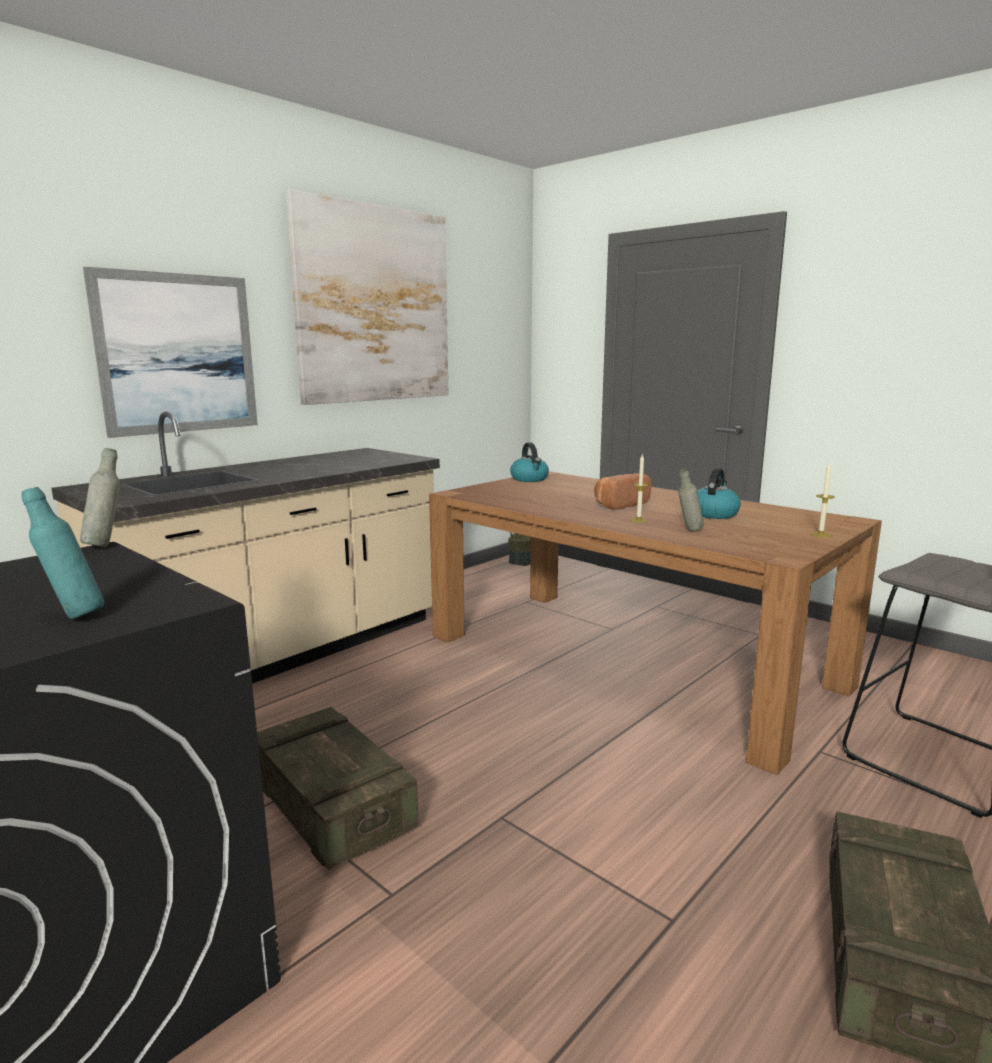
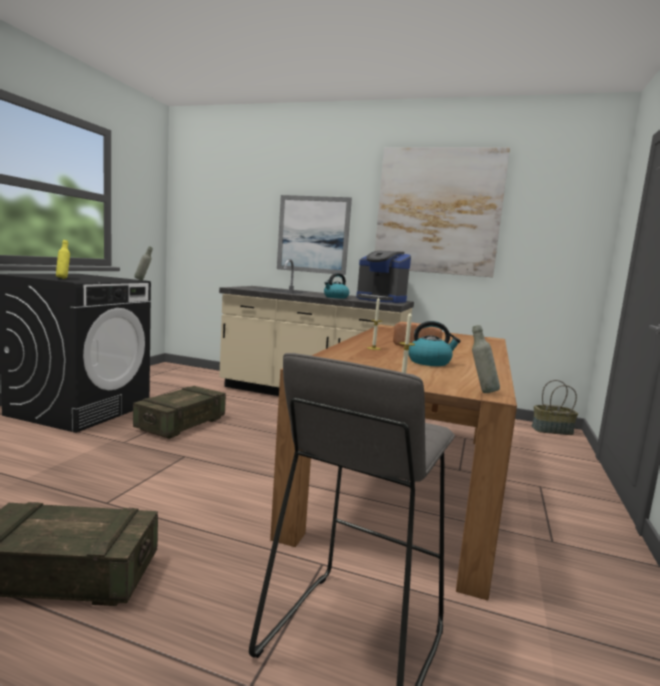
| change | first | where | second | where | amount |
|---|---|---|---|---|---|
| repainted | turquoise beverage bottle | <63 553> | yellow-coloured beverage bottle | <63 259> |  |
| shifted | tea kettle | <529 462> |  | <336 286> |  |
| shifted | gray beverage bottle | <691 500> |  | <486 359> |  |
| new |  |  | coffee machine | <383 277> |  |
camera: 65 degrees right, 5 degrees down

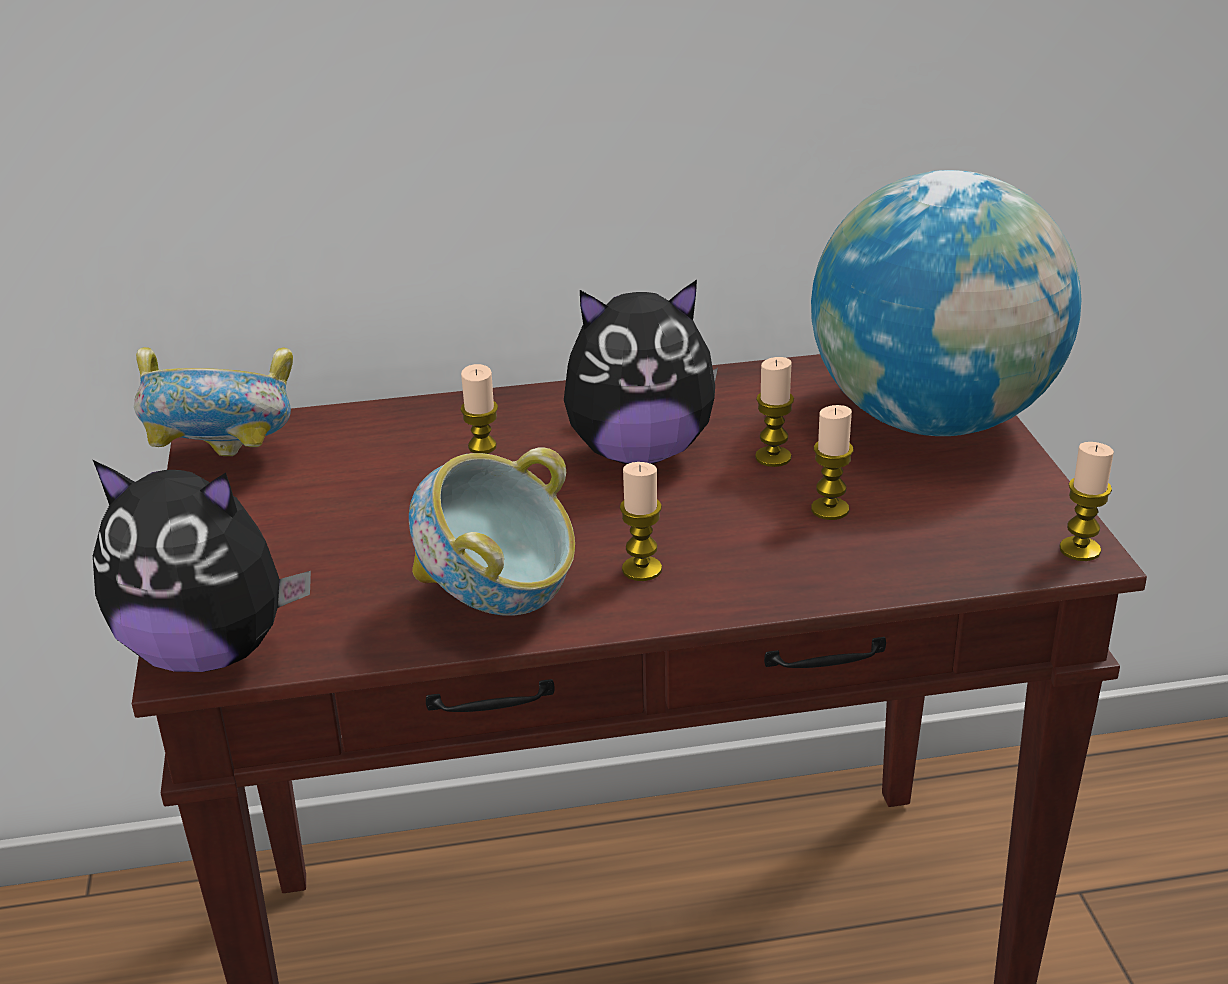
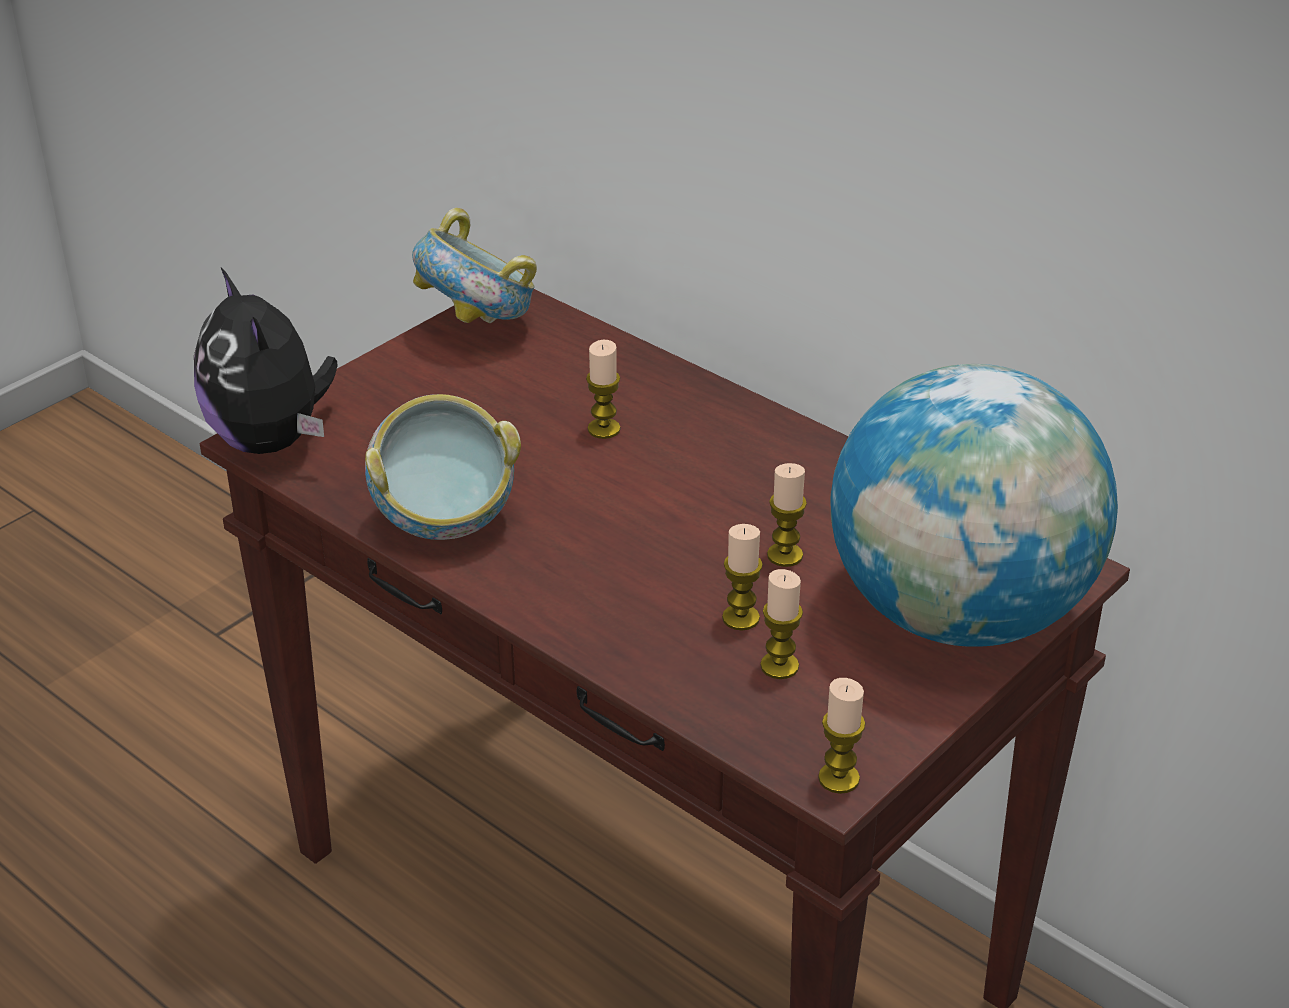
| change | first | where | second | where | amount |
|---|---|---|---|---|---|
| gone | plush toy | <641 372> |  |  |  |
| shifted | candle | <641 521> |  | <781 624> |  |
camera: 50 degrees right, 5 degrees up

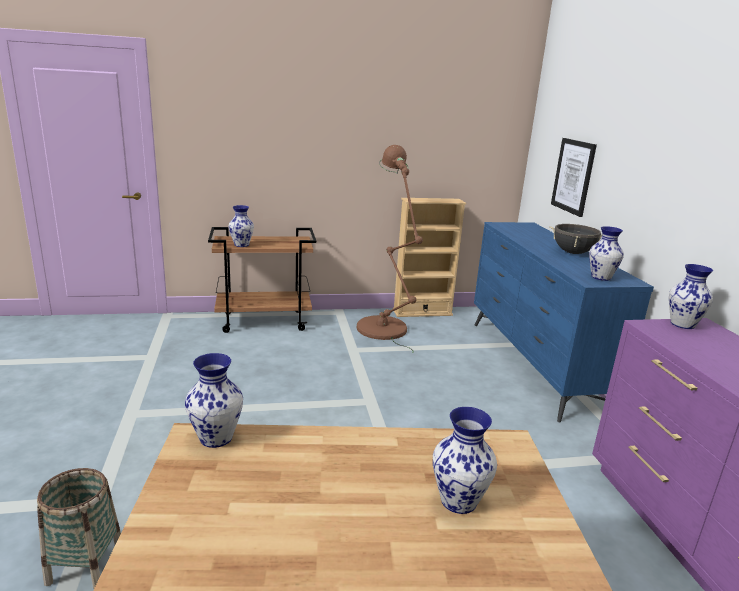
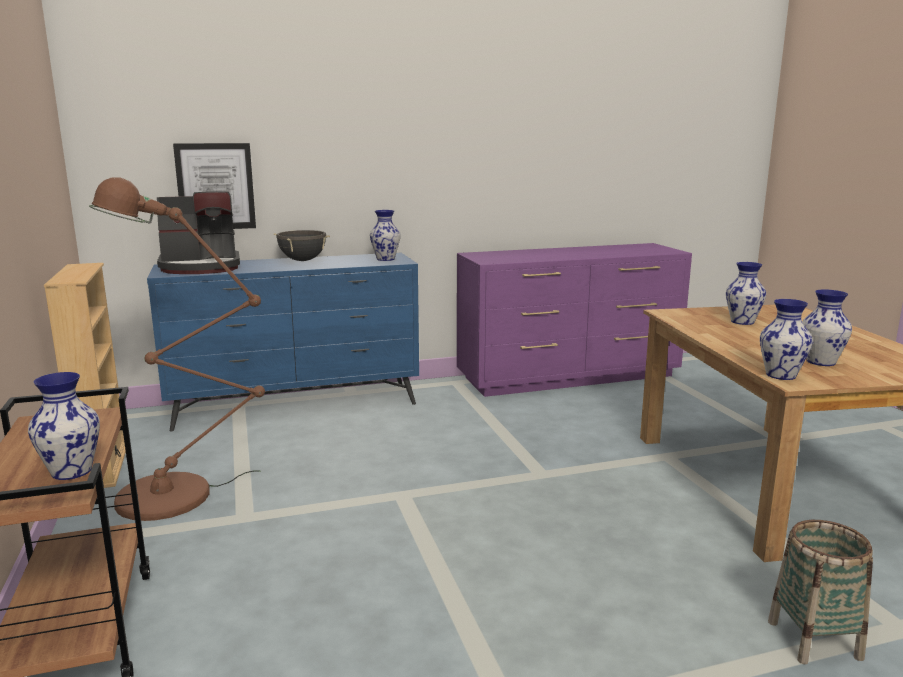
| change | first | where | second | where | amount |
|---|---|---|---|---|---|
| shifted | vase | <691 296> |  | <827 328> |  |
| new |  |  | coffee machine | <198 232> |  |
camera: 95 degrees left, 5 degrees down

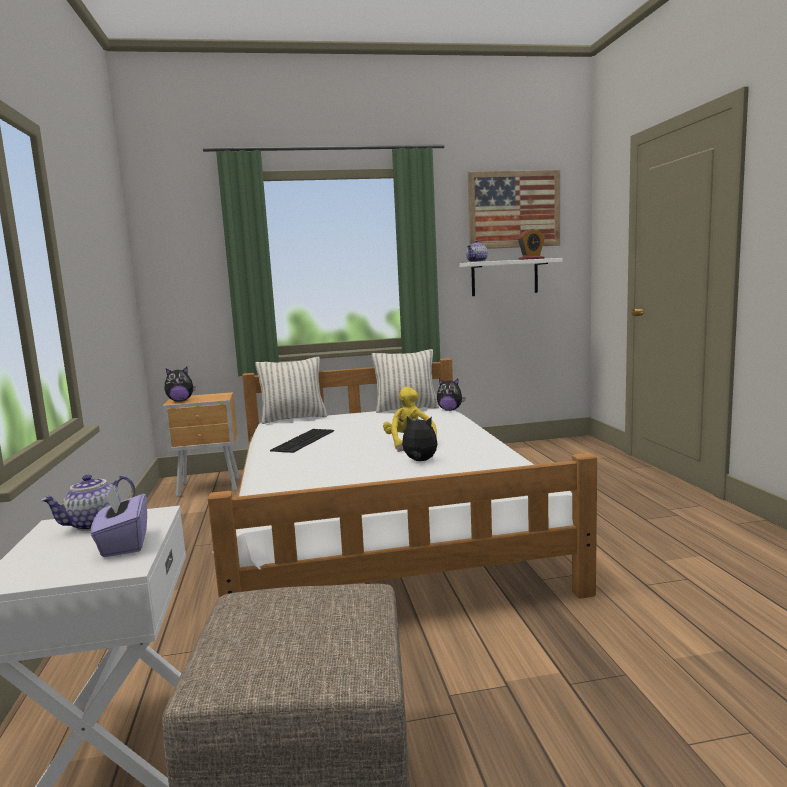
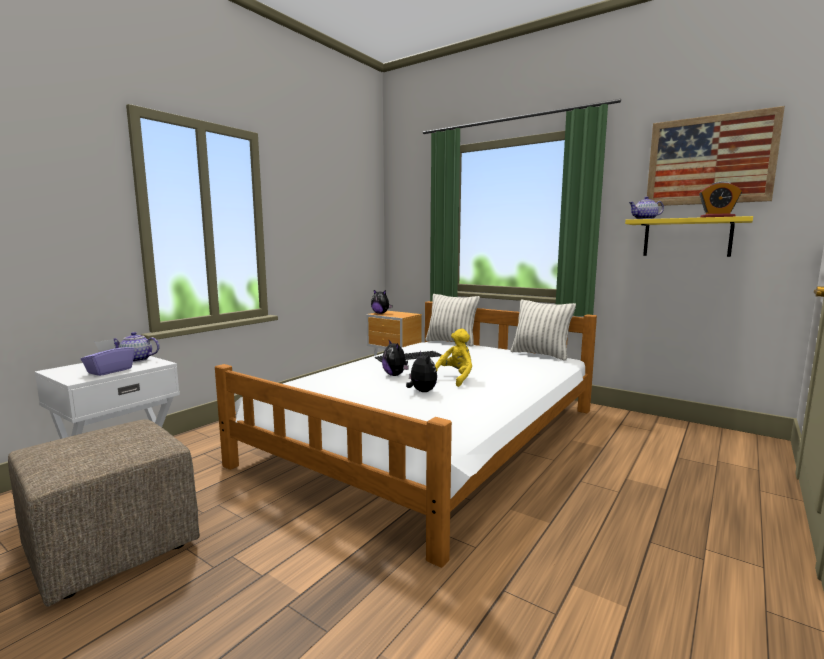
| change | first | where | second | where | amount |
|---|---|---|---|---|---|
| shifted | plush toy | <451 395> |  | <395 358> |  |
| repainted | whitish bracket shelf | <511 277> | yellow-coloured bracket shelf | <689 236> |  |
camera: 45 degrees right, 0 degrees up

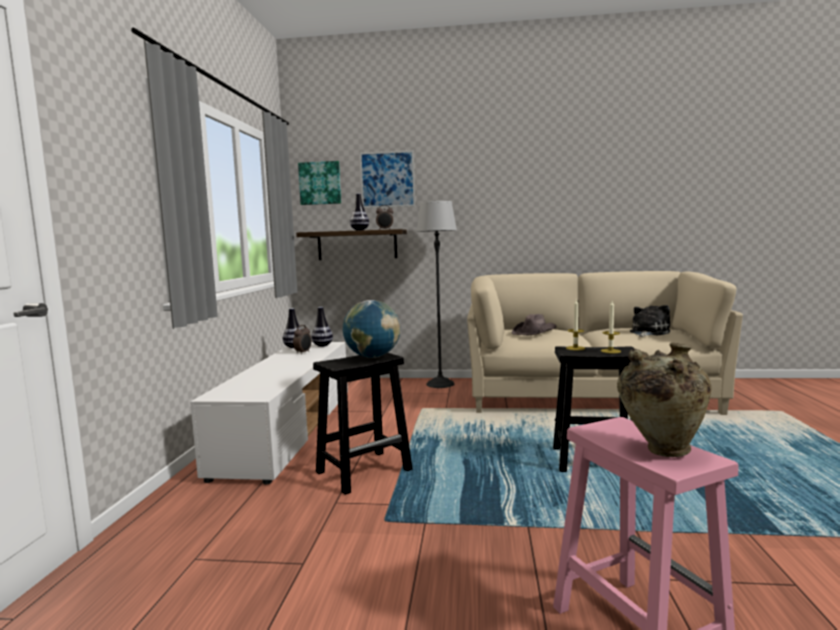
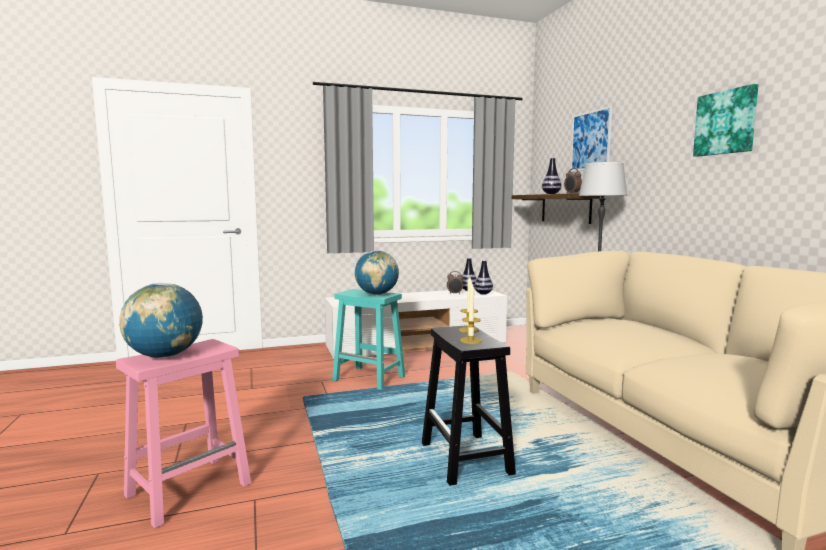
| change | first | where | second | where | amount |
|---|---|---|---|---|---|
| shifted | wall art | <319 183> |  | <725 120> |  |
| repainted | black-coloured sitting stool | <363 424> | turquoise sitting stool | <368 339> |  |
| gone | brown-coloured wearable hat | <534 324> |  |  |  |
| swapped | sand-coloured vase | <664 400> | globe | <161 320> |  |
| gone | plush toy | <650 321> |  |  |  |
camera: 65 degrees right, 0 degrees up

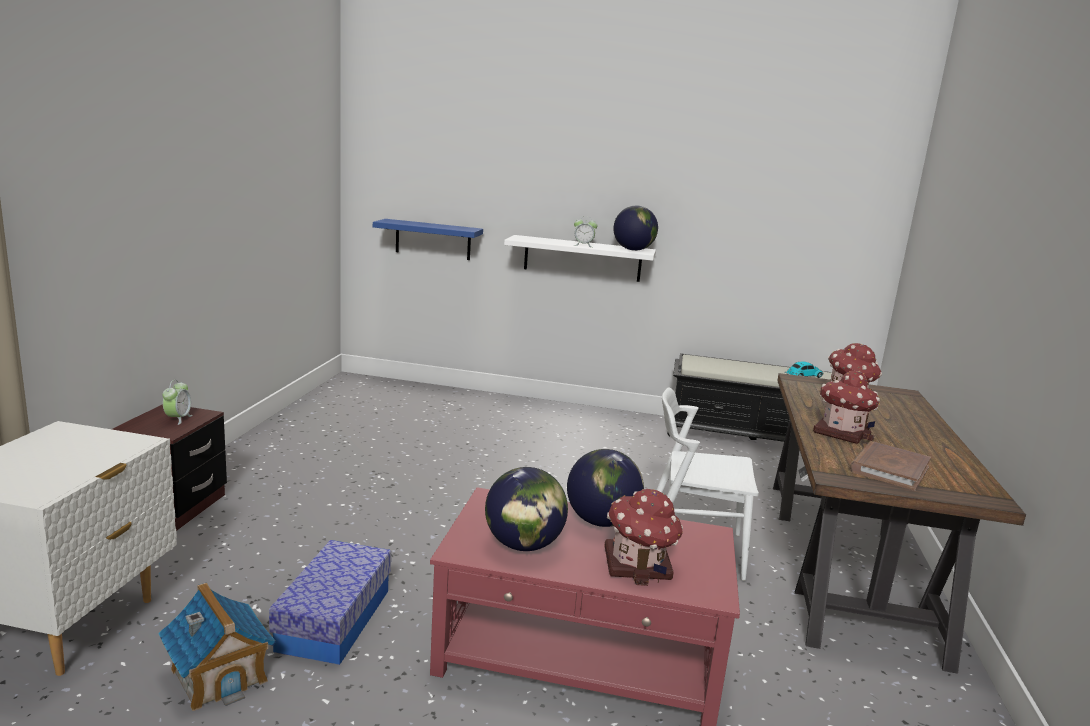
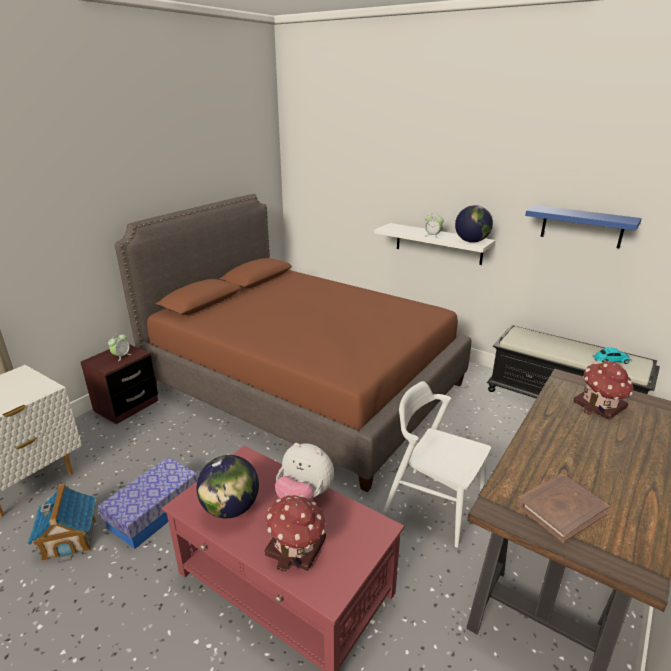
| change | first | where | second | where | amount |
|---|---|---|---|---|---|
| shifted | bluish bracket shelf | <428 239> |  | <583 226> |  |
| swapped | globe | <605 488> | plush toy | <304 472> |  |
| gone | model house | <846 407> |  |  |  |
| new |  |  | brown-coloured bedroom bed | <292 343> |  |
camera: 25 degrees right, 10 degrees up

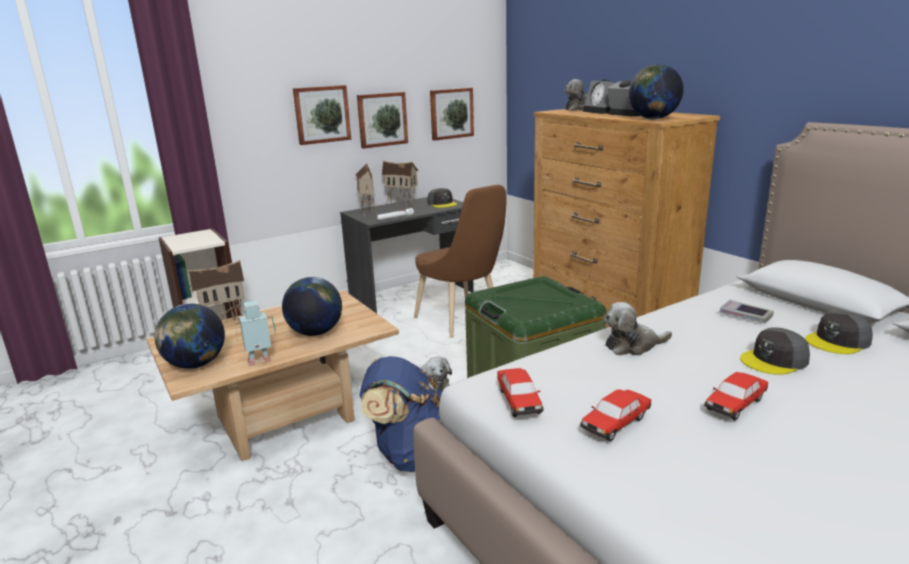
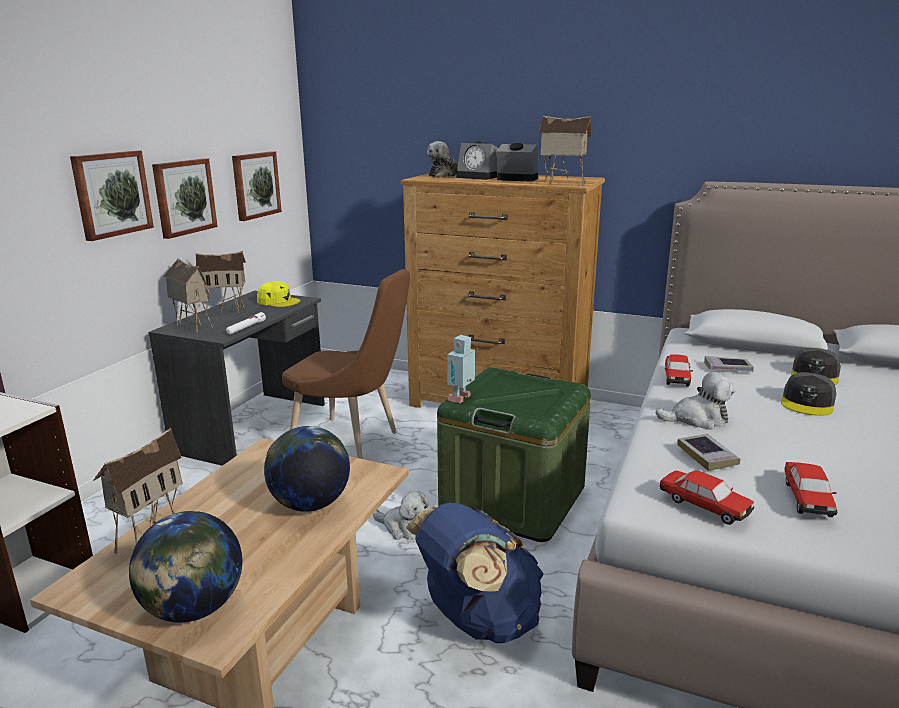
| change | first | where | second | where | amount |
|---|---|---|---|---|---|
| shifted | model robot | <255 333> |  | <461 369> |  |
| repainted | gray baseball cap | <442 198> | yellow-coloured baseball cap | <278 294> |  |
| rotated | plush toy | <638 328> |  | <695 401> | 135 degrees counterclockwise |
| swapped | globe | <656 91> | model house | <565 150> |  |
| shifted | model car | <736 396> |  | <679 370> |  |
| new |  |  | bound book | <708 452> |  |
camera: 35 degrees left, 0 degrees up

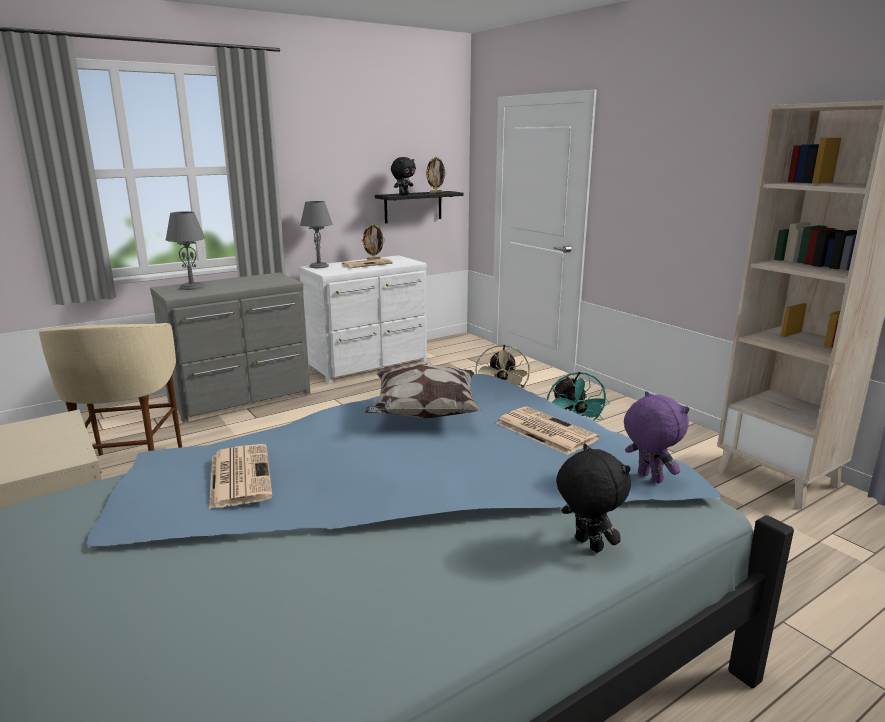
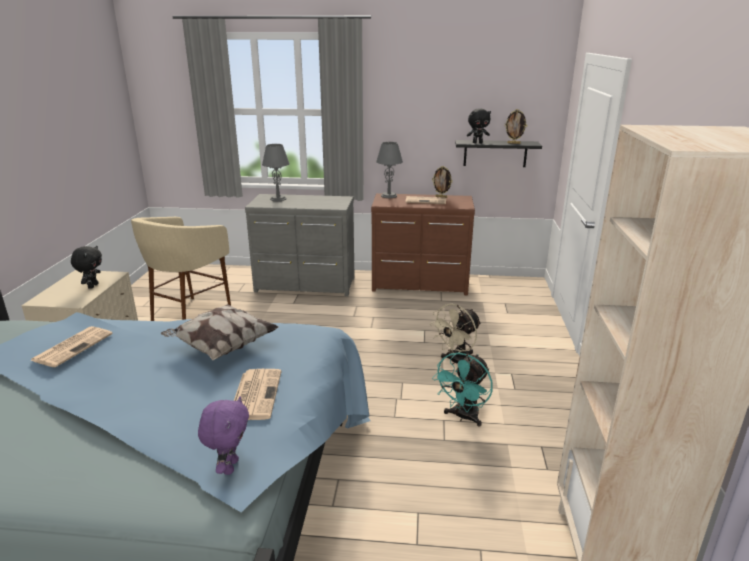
| change | first | where | second | where | amount |
|---|---|---|---|---|---|
| repainted | whitish dresser | <362 319> | brown-coloured dresser | <423 244> |  |
| shifted | black-coloured plush toy | <593 498> |  | <86 267> |  |
camera: 40 degrees right, 5 degrees up

